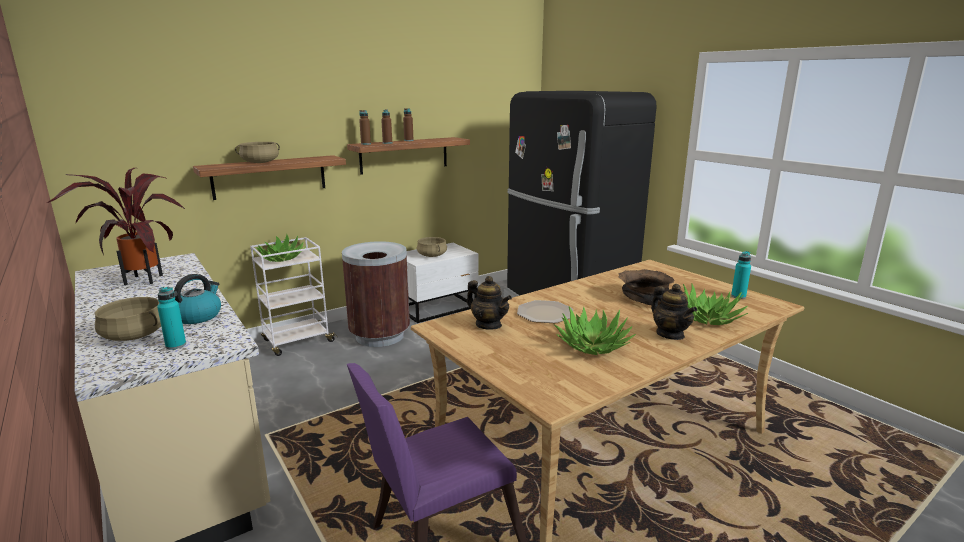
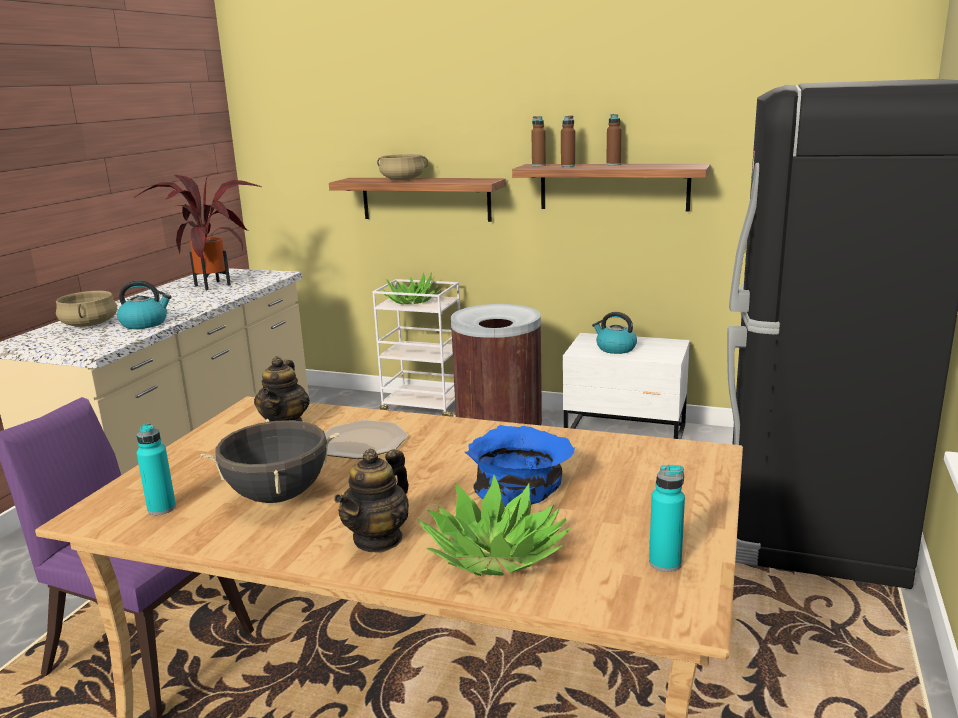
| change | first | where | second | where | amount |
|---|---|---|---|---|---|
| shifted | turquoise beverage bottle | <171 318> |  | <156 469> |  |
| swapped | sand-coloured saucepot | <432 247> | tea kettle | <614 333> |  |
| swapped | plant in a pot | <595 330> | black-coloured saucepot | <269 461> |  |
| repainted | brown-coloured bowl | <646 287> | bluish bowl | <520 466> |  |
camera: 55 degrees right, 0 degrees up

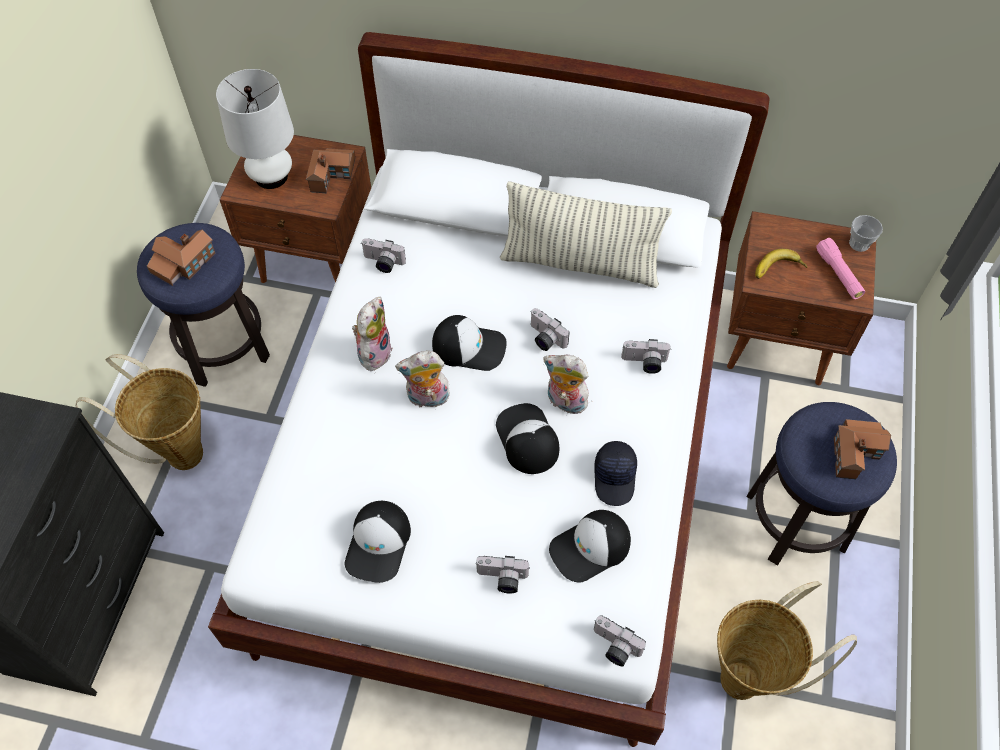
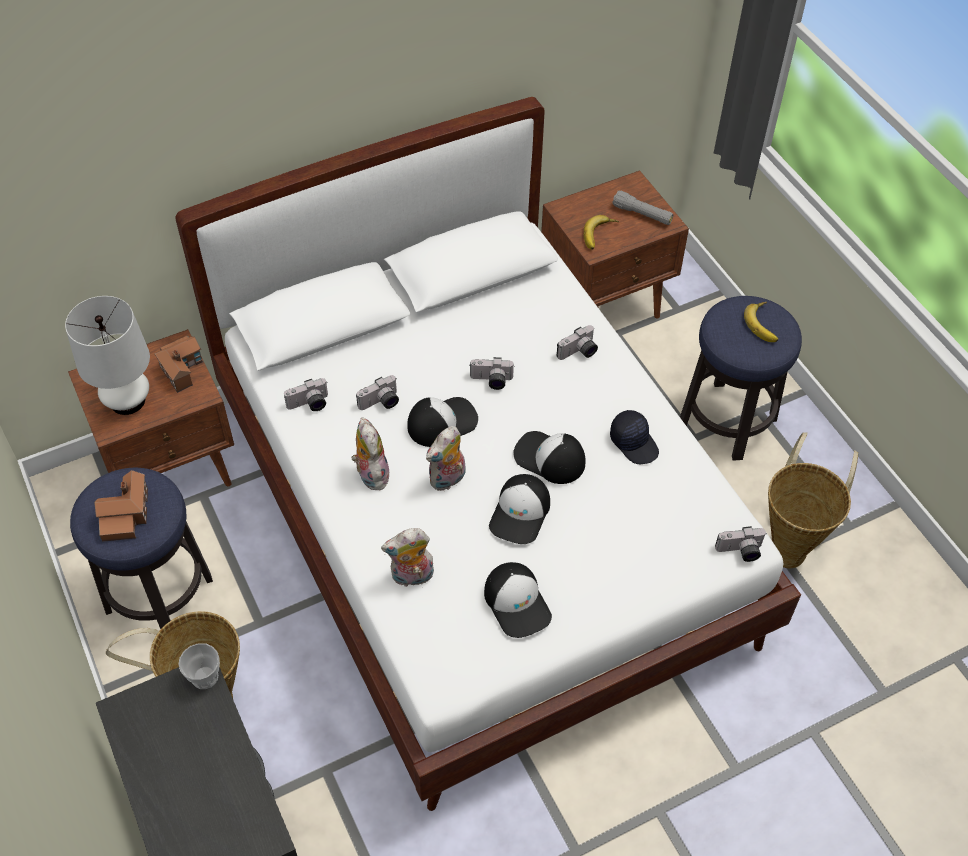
| change | first | where | second | where | amount |
|---|---|---|---|---|---|
| shifted | photo camera | <502 575> |  | <377 392> |  |
| gone | throw pillow | <586 234> |  |  |  |
| shifted | plush toy | <566 384> |  | <407 557> |  |
| shifted | baseball cap | <590 546> |  | <519 509> |  |
| repainted | pinkish flashlight | <840 268> | gray flashlight | <643 208> |  |
| swapped | model house | <862 449> | banana fruit | <761 322> |  |
| shifted | drinking cup | <866 233> |  | <199 666> |  |
camera: 40 degrees left, 5 degrees down

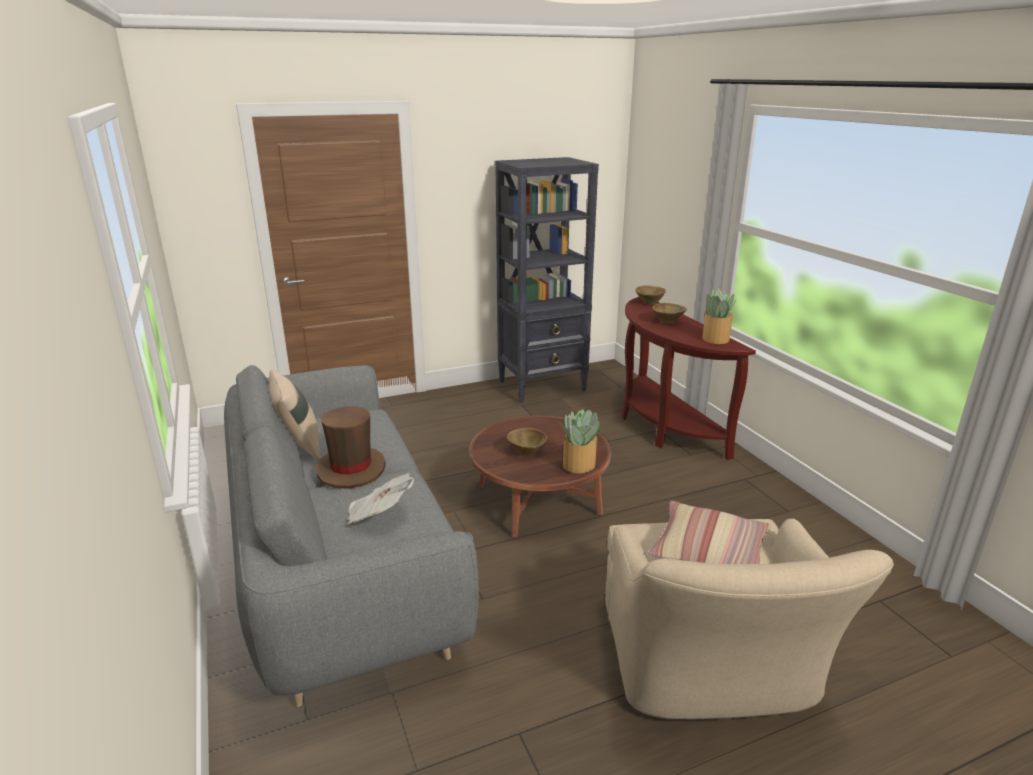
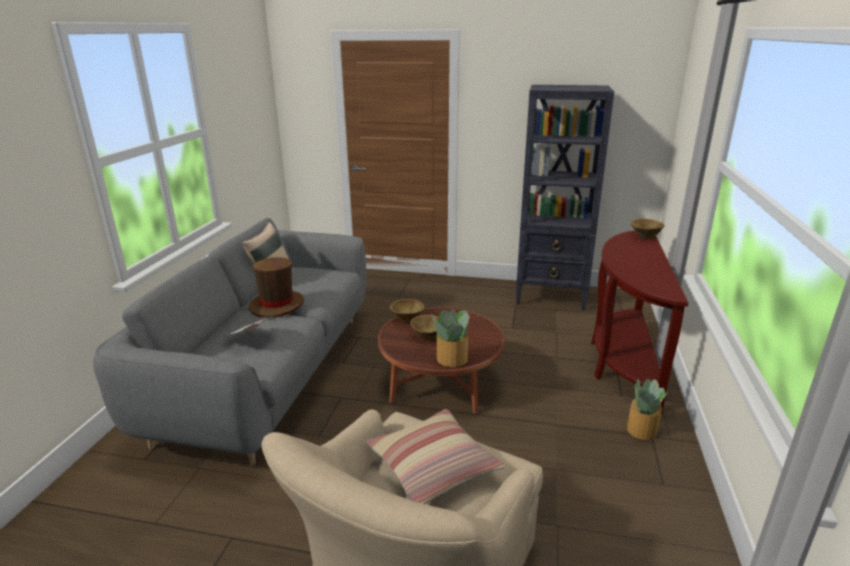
| change | first | where | second | where | amount |
|---|---|---|---|---|---|
| shifted | brown-coloured bowl | <669 313> |  | <407 310> |  |
| shifted | plant in a pot | <719 316> |  | <647 409> |  |
camera: 35 degrees right, 0 degrees up

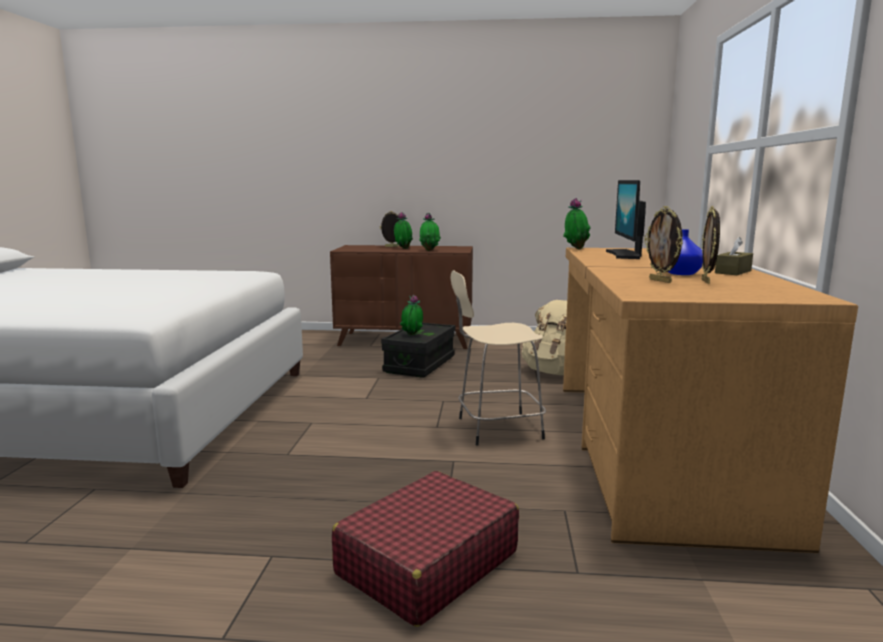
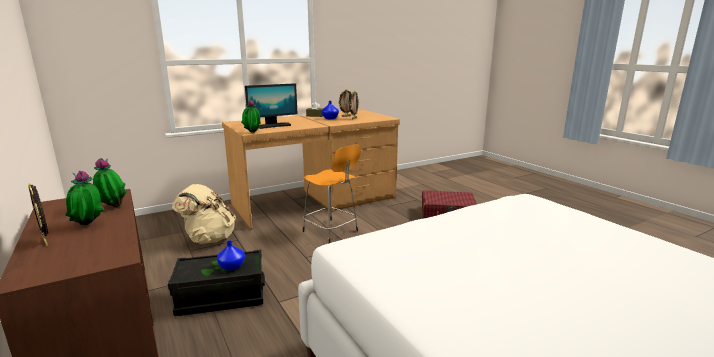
| change | first | where | second | where | amount |
|---|---|---|---|---|---|
| swapped | plant in a pot | <411 315> | bluish vase | <231 256> |  |
| repainted | sand-coloured sitting stool | <498 358> | orange-coloured sitting stool | <332 193> |  |
camera: 125 degrees left, 5 degrees up

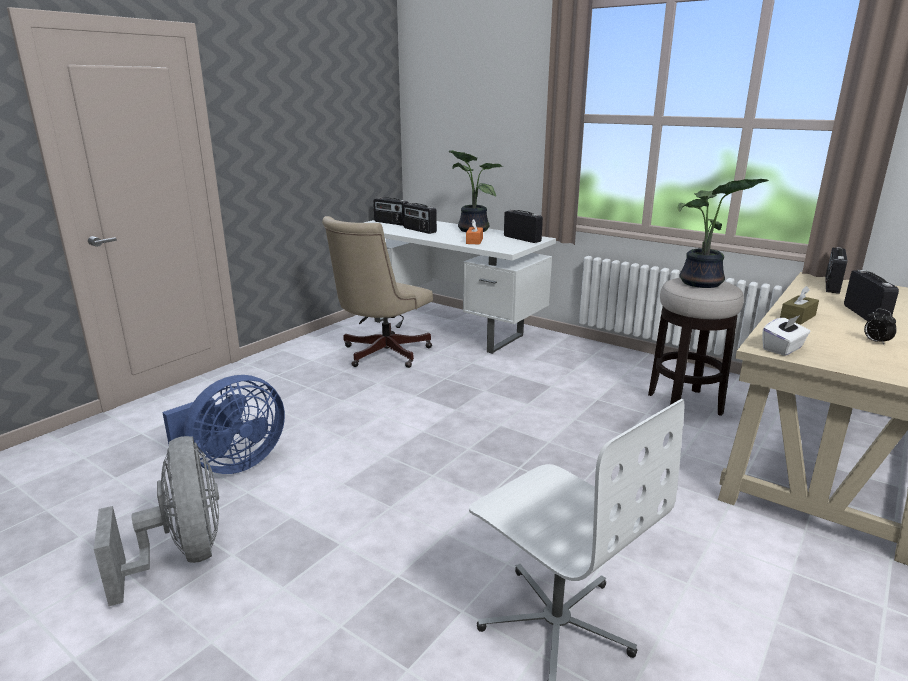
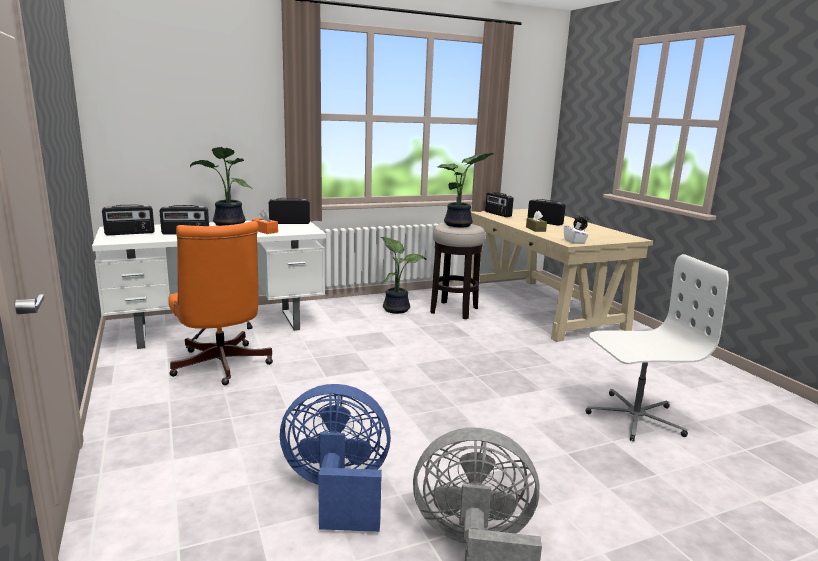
| change | first | where | second | where | amount |
|---|---|---|---|---|---|
| rotated | bluish cooling fan | <223 424> |  | <335 458> | 75 degrees counterclockwise |
| repainted | sand-coloured desk chair | <377 292> | orange-coloured desk chair | <221 303> |  |
| new |  |  | plant in a pot | <403 275> |  |
camera: 60 degrees left, 5 degrees down

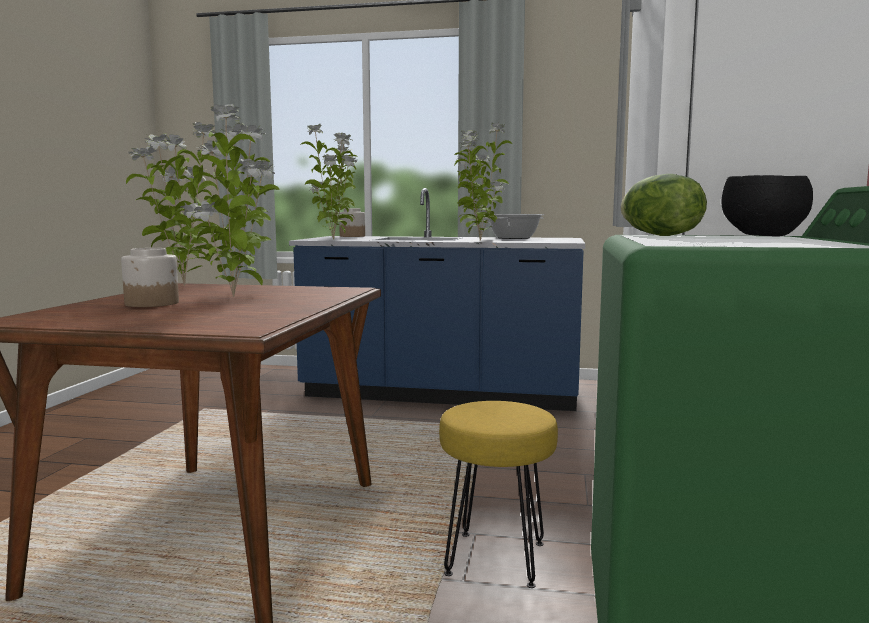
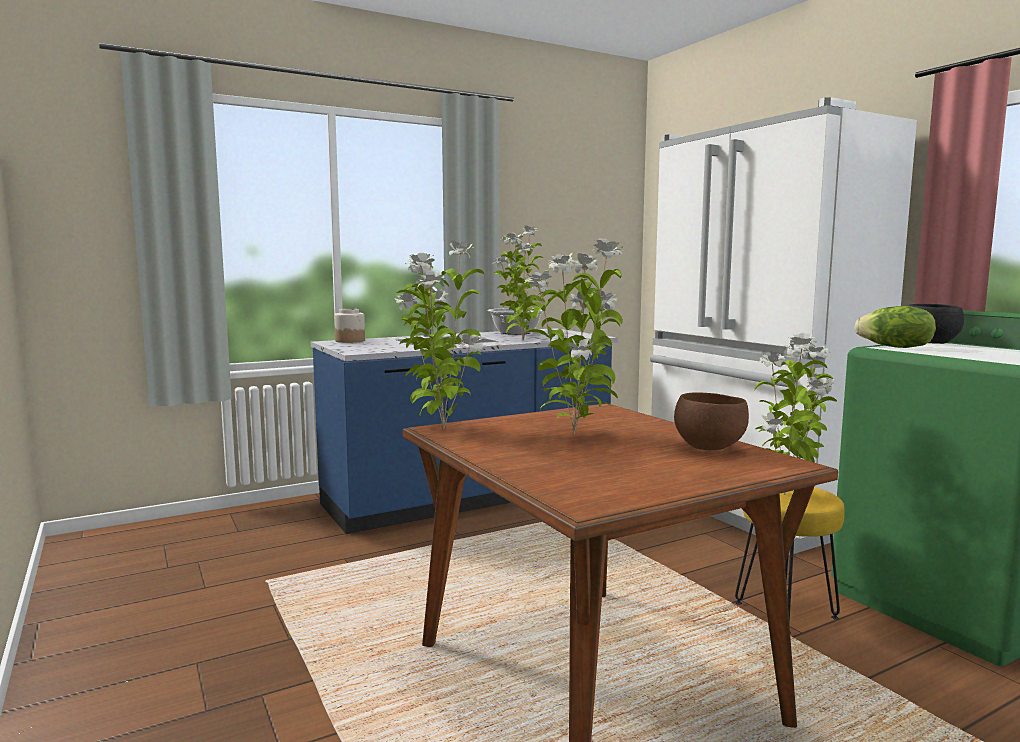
| change | first | where | second | where | amount |
|---|---|---|---|---|---|
| gone | preserve jar | <150 277> |  |  |  |
| shifted | plant in a pot | <329 181> |  | <795 413> |  |
| new |  |  | brown-coloured bowl | <711 421> |  |
camera: 40 degrees left, 0 degrees up

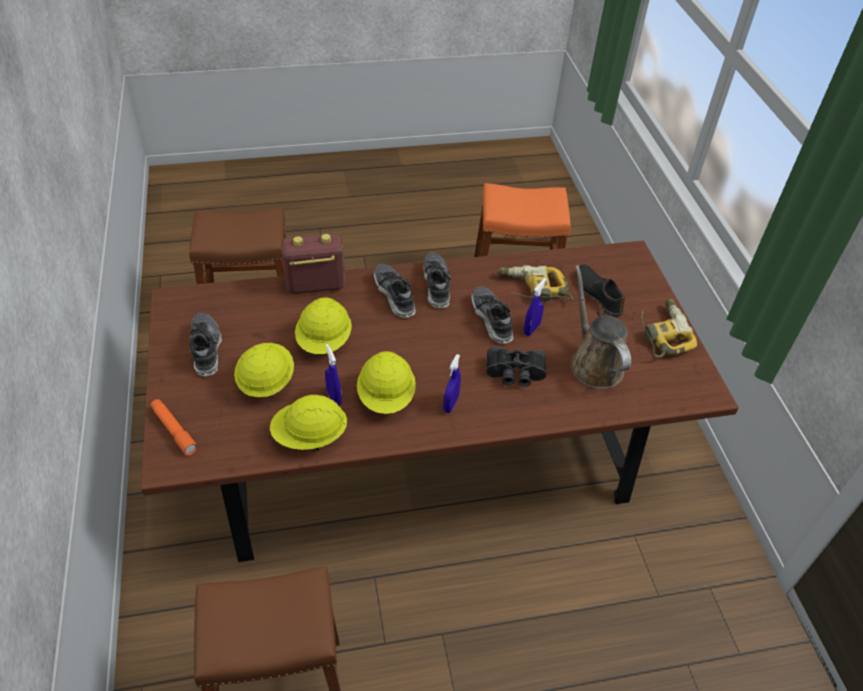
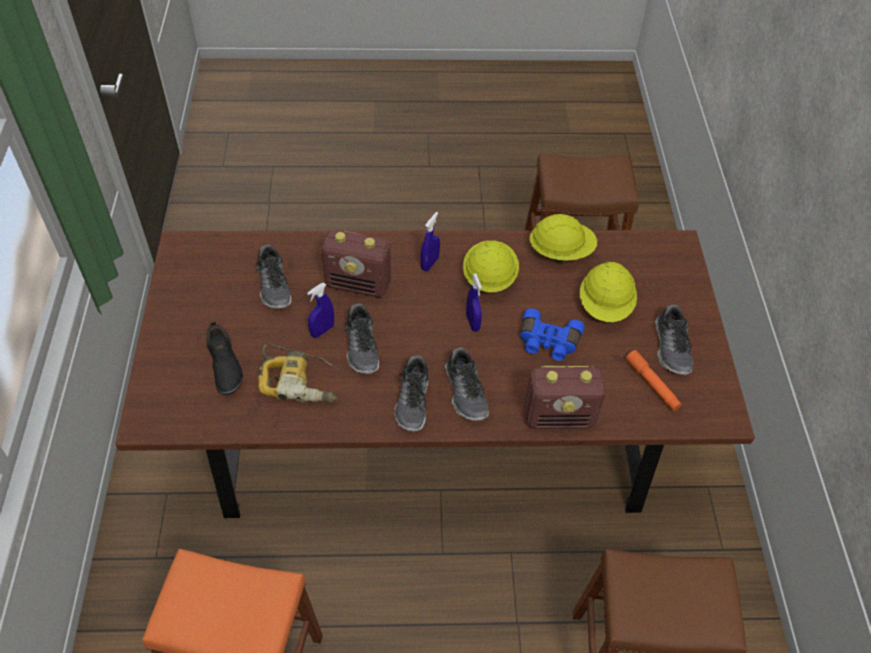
| change | first | where | second | where | amount |
|---|---|---|---|---|---|
| shifted | orange-coloured flashlight | <174 427> |  | <653 380> |  |
| swapped | yellow-coloured hard hat | <323 325> | bluish field glasses | <552 334> |  |
| shifted | bluish sprayer | <333 375> |  | <474 303> |  |
| swapped | black-coloured field glasses | <516 367> | radio | <356 263> |  |
| swapped | brown-coloured watering can | <601 327> | low shoe | <273 276> |  |
| gone | drill | <669 328> |  |  |  |
camera: 170 degrees left, 5 degrees up

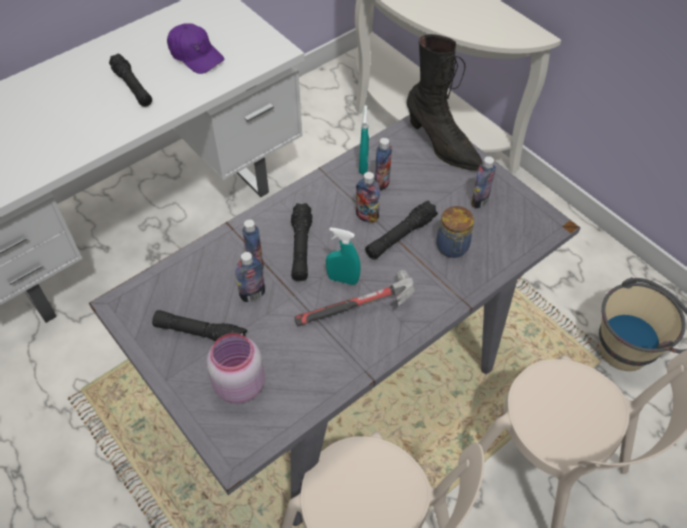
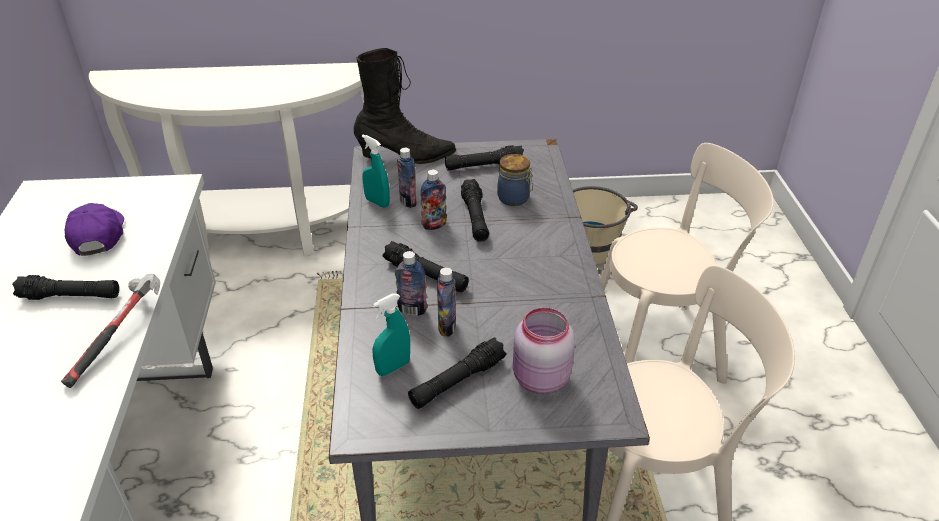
| change | first | where | second | where | amount |
|---|---|---|---|---|---|
| rotated | purple baseball cap | <195 48> |  | <94 229> | 90 degrees counterclockwise |
| shifted | tool hammer | <355 298> |  | <110 331> |  |
| shifted | turquoise sprayer | <343 256> |  | <391 334> |  |
| swapped | beverage bottle | <483 182> | black-coloured flashlight | <484 158> |  |
camera: 55 degrees left, 15 degrees down

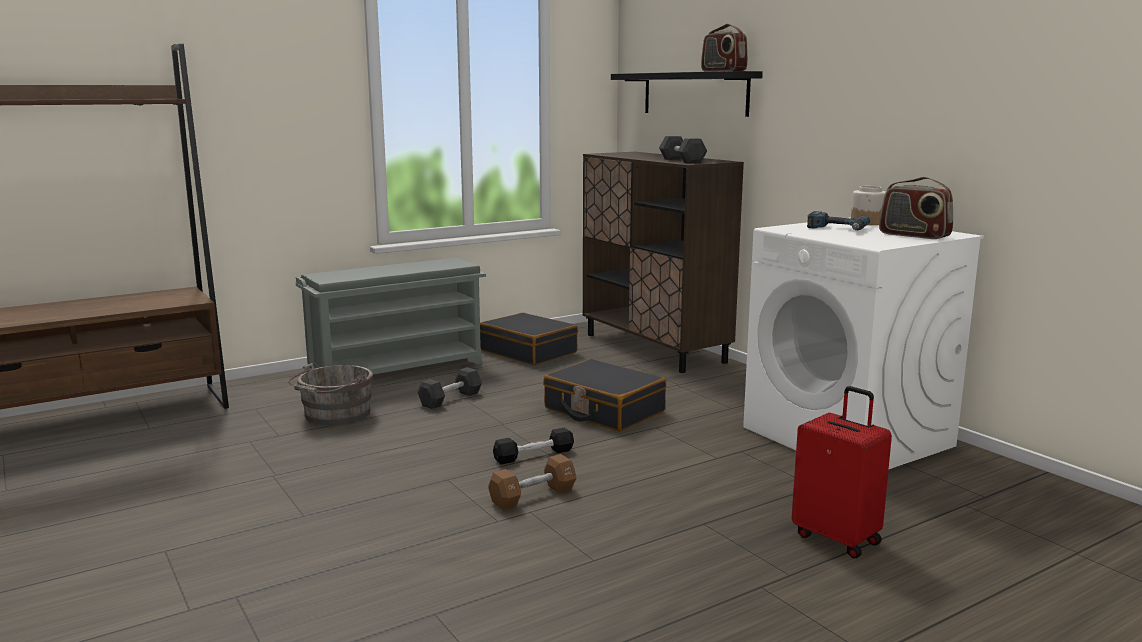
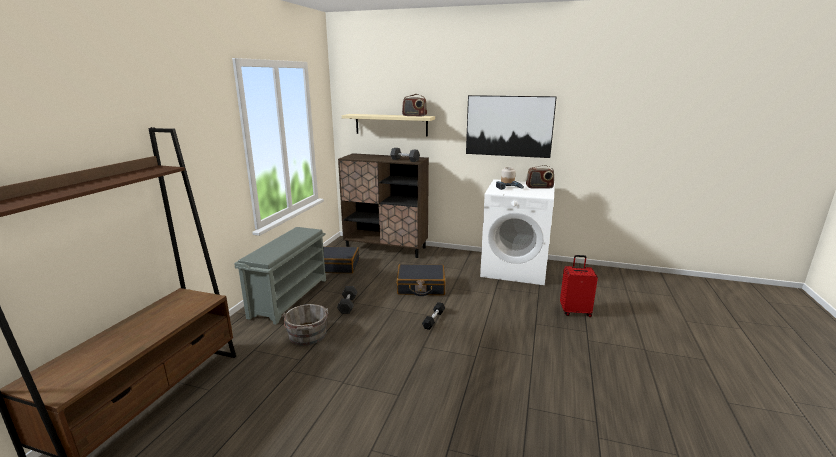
| change | first | where | second | where | amount |
|---|---|---|---|---|---|
| gone | brown-coloured dumbbell | <532 482> |  |  |  |
| repainted | black-coloured bracket shelf | <687 94> | sand-coloured bracket shelf | <388 125> |  |
| new |  |  | wall art | <511 126> |  |
camera: 40 degrees left, 5 degrees up

